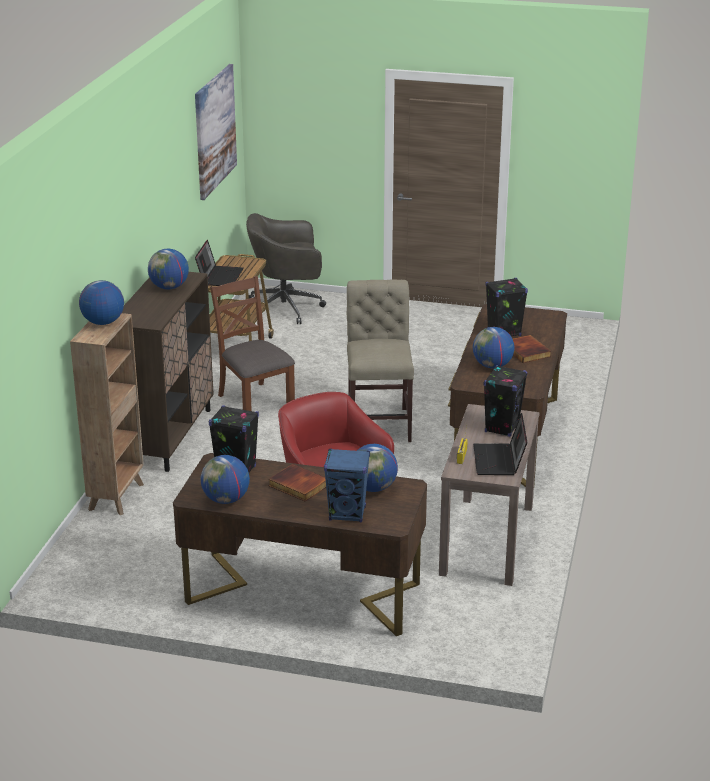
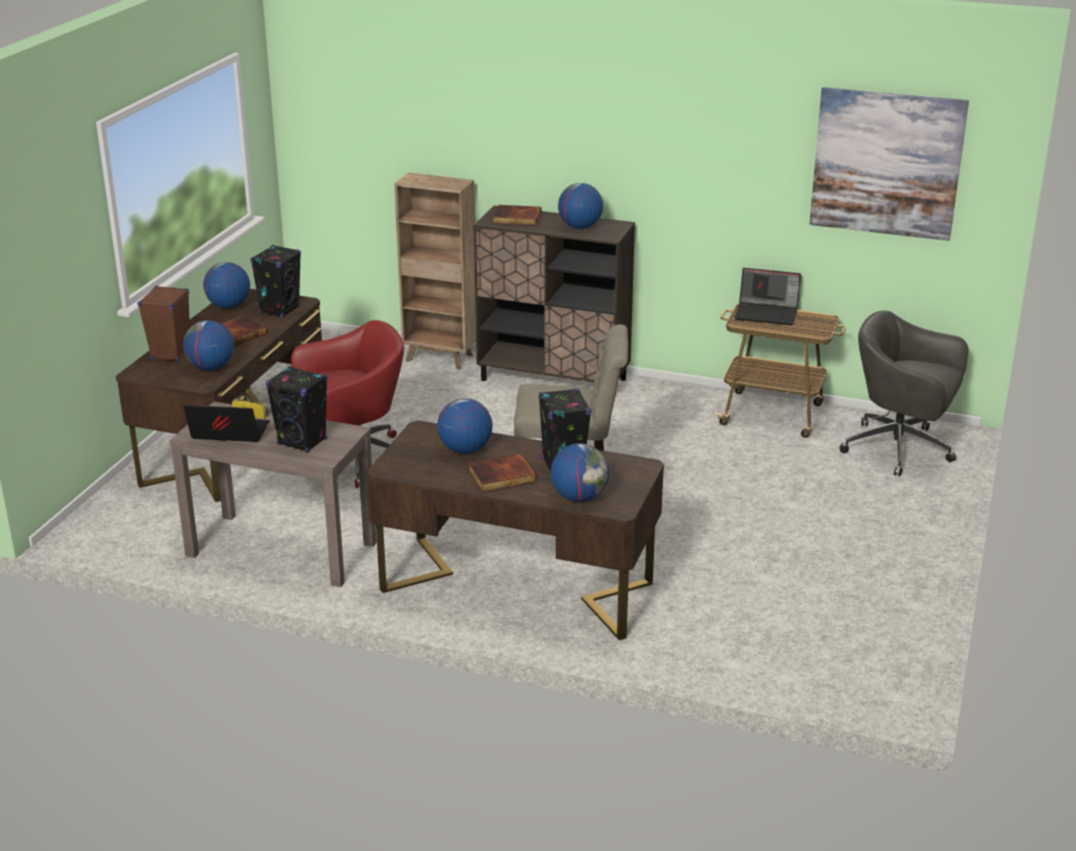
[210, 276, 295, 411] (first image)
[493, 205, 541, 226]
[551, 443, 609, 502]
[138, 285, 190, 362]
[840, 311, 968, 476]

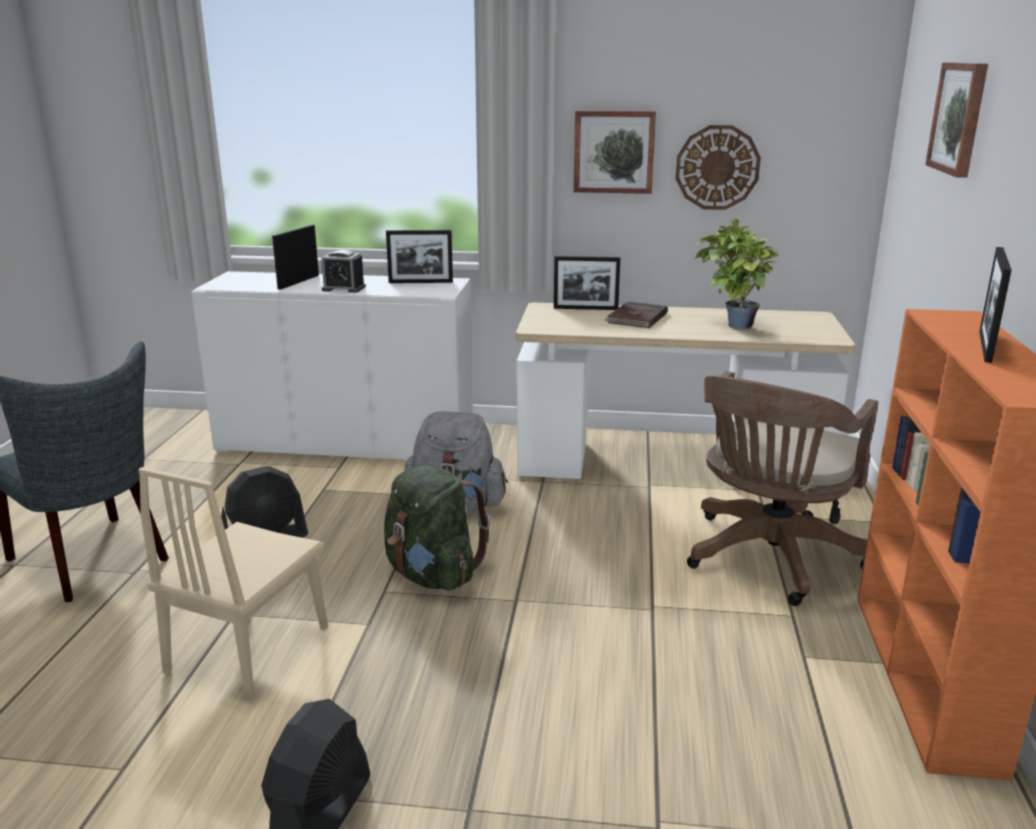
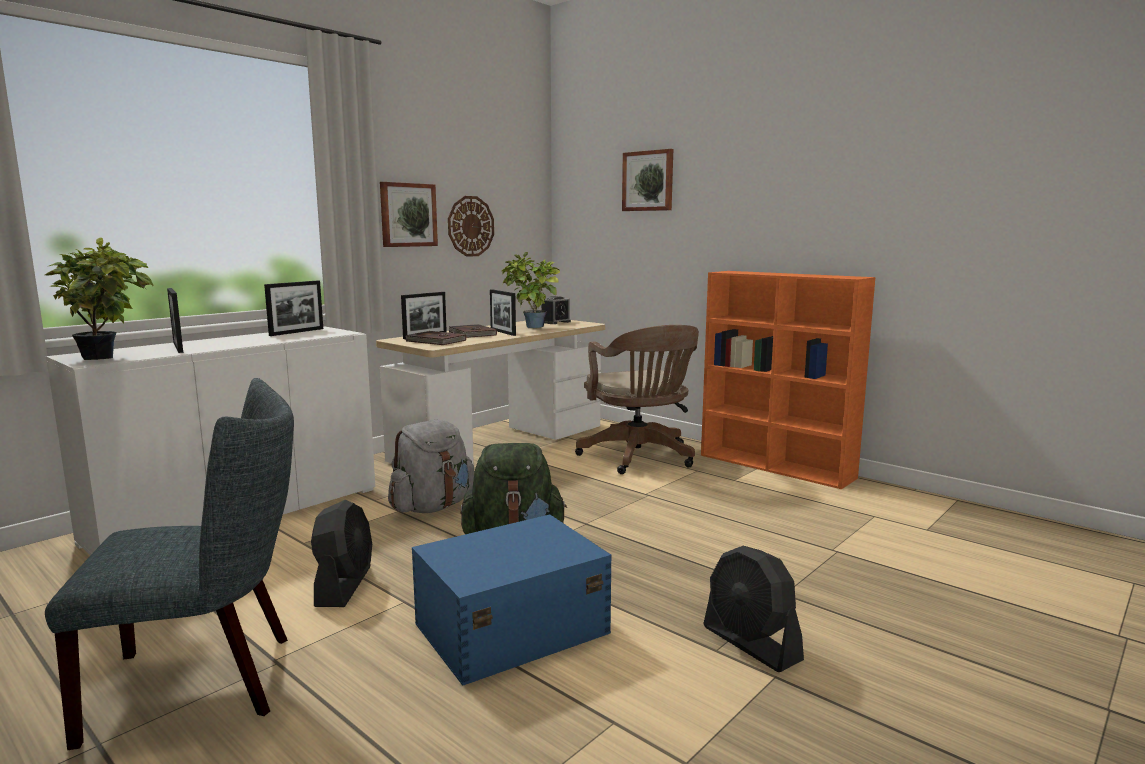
[45, 237, 153, 360]
[405, 331, 466, 345]
[541, 296, 571, 324]
[490, 289, 516, 336]
[412, 514, 612, 686]

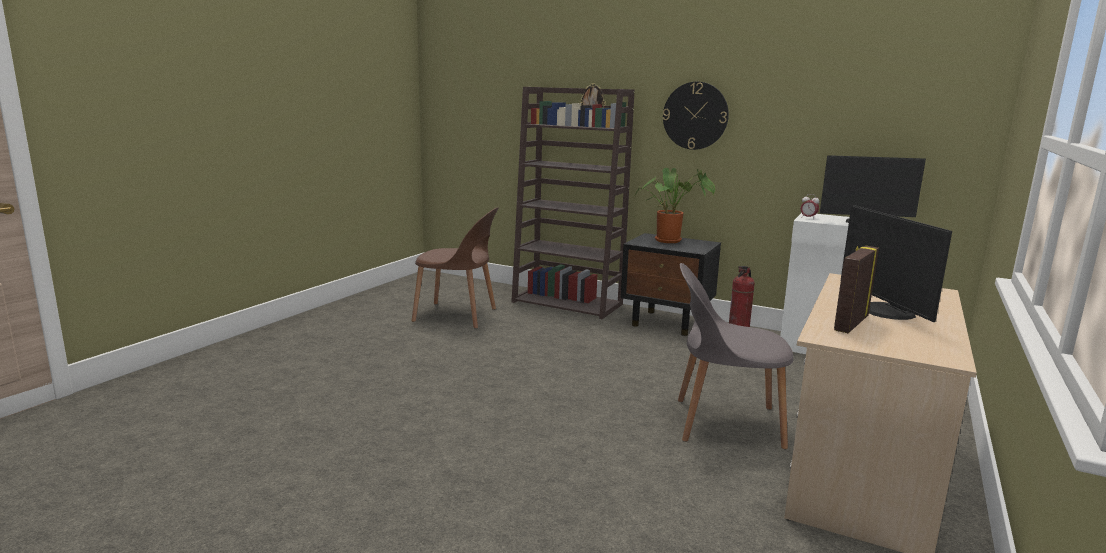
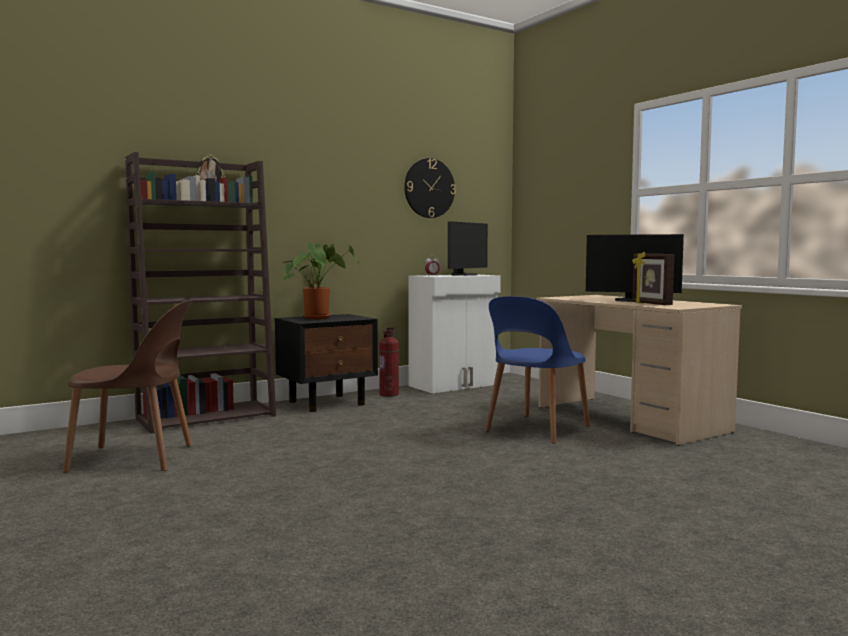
[404, 158, 456, 218]
[485, 296, 590, 444]
[63, 300, 192, 473]

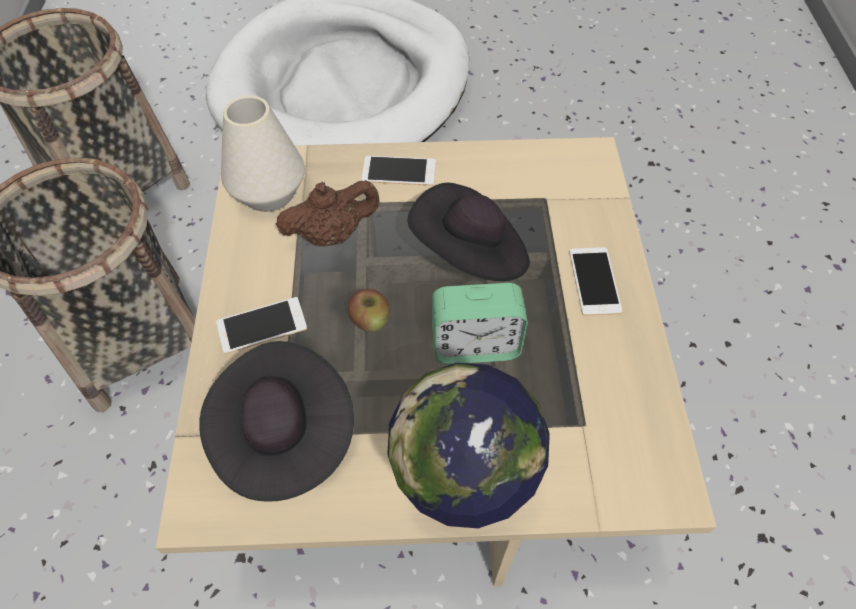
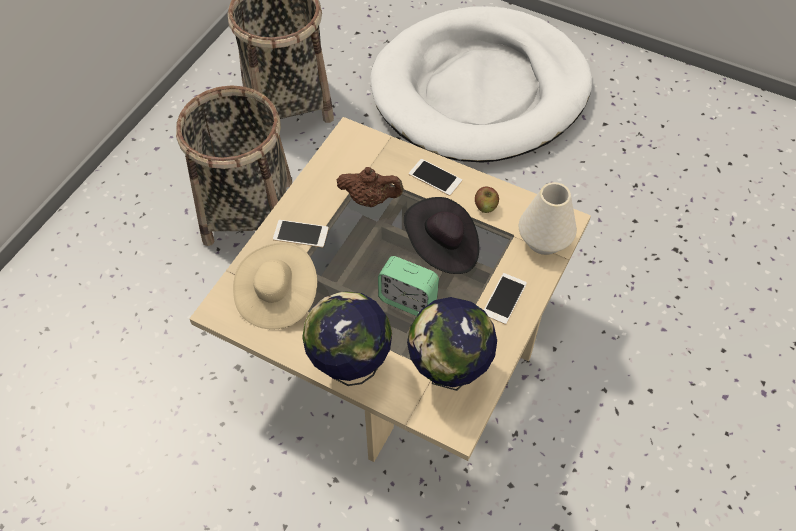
[407, 297, 497, 391]
[519, 182, 577, 255]
[475, 186, 499, 213]
[233, 242, 317, 330]

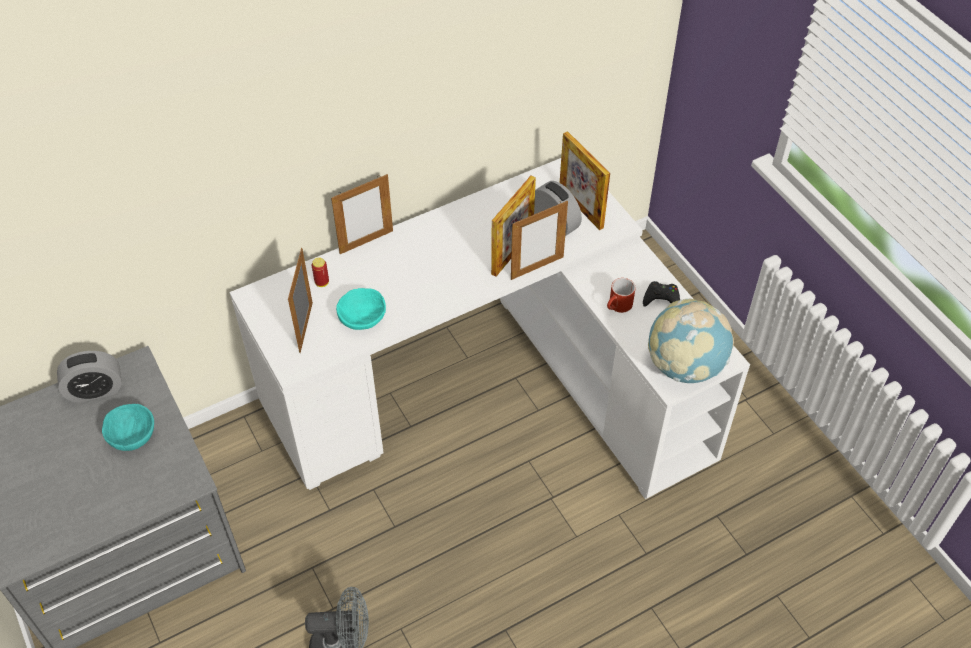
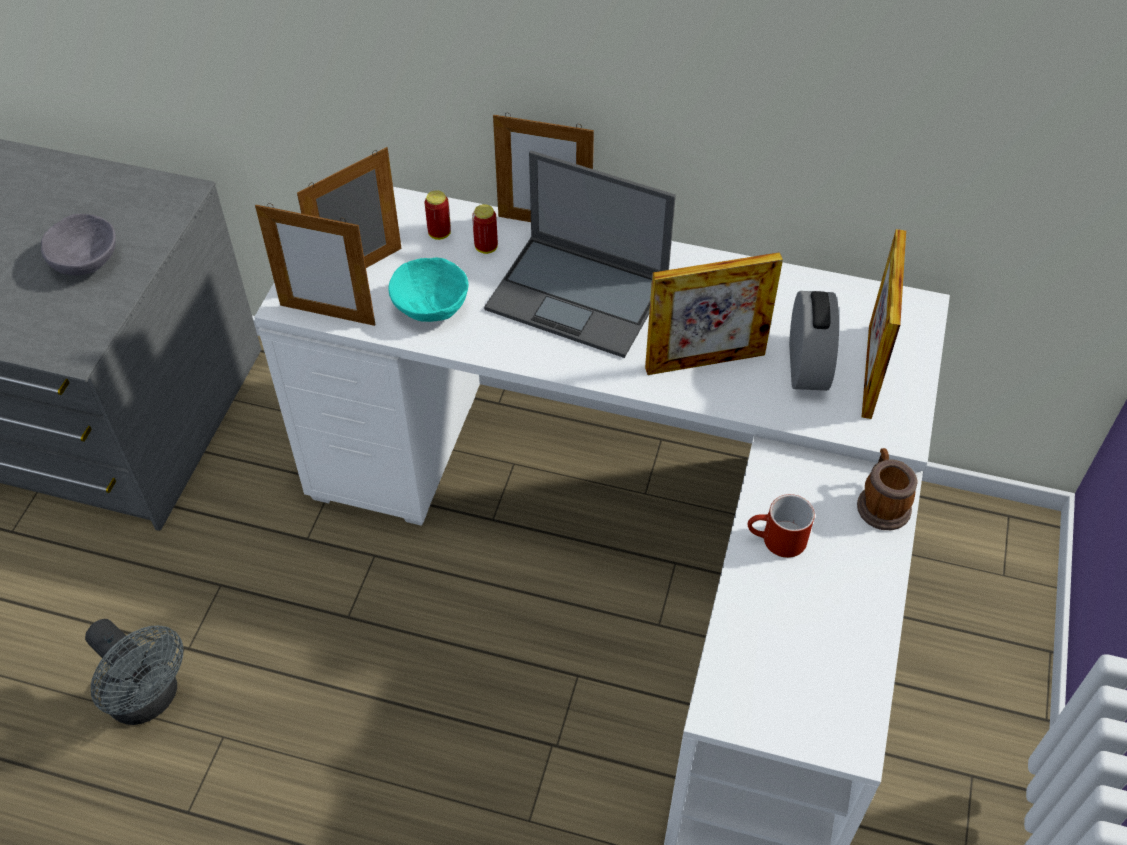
[57, 351, 122, 403] (first image)
[643, 281, 680, 307] (first image)
[648, 299, 734, 383] (first image)
[472, 204, 498, 254]
[484, 150, 676, 358]
[857, 448, 918, 530]
[255, 203, 376, 326]
[41, 214, 116, 275]

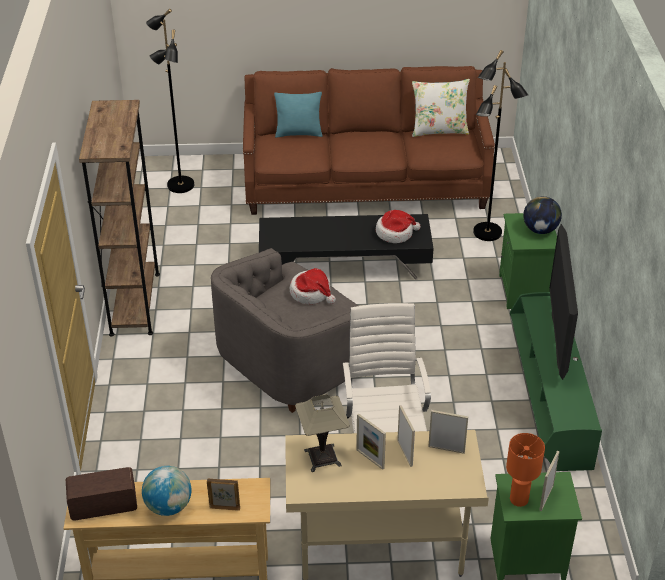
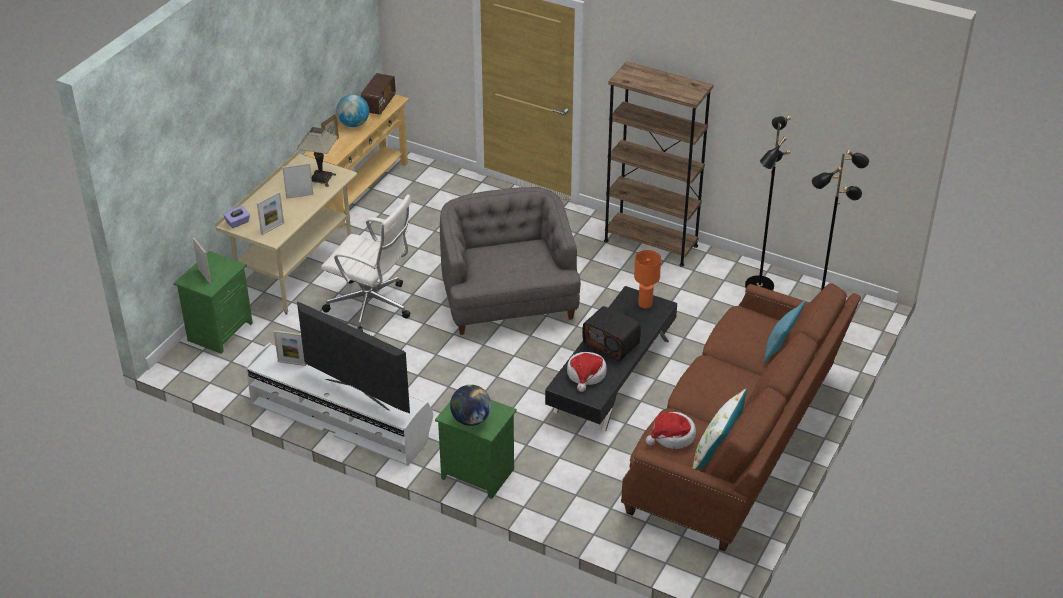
[224, 206, 250, 228]
[582, 306, 641, 361]
[646, 412, 696, 449]
[274, 330, 306, 366]
[745, 116, 791, 291]
[634, 250, 661, 309]
[246, 343, 433, 466]

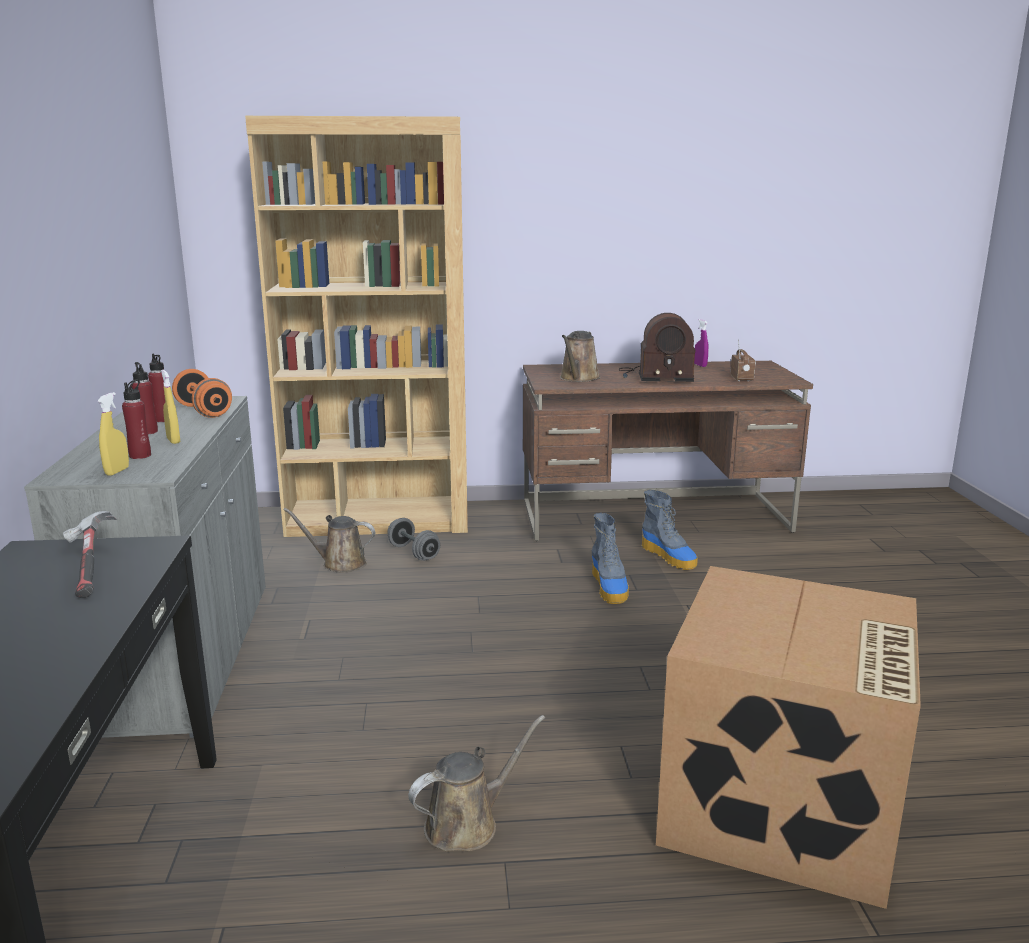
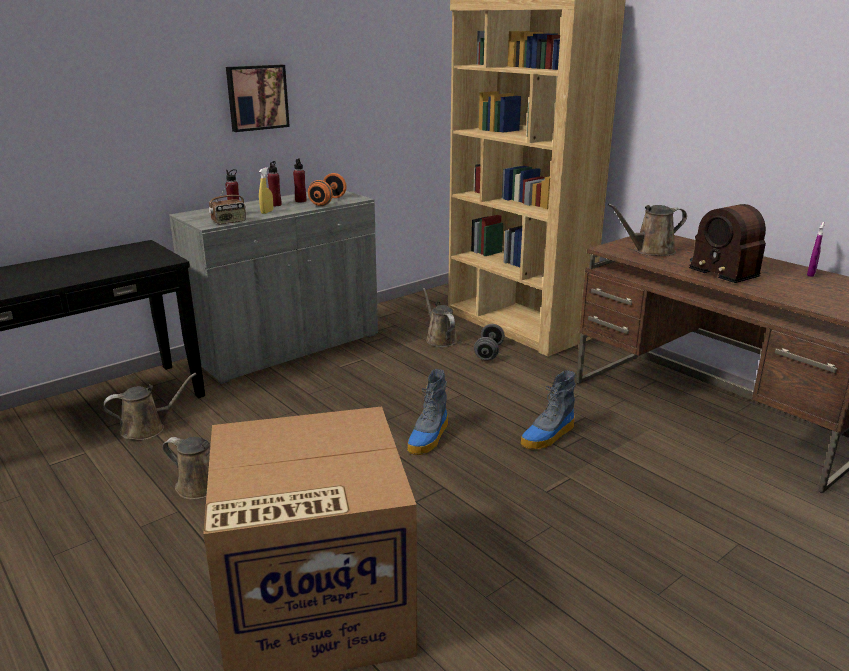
[63, 511, 118, 598] (first image)
[97, 392, 129, 476] (first image)
[104, 373, 197, 440]
[226, 65, 290, 132]
[407, 369, 448, 455]
[209, 183, 246, 225]

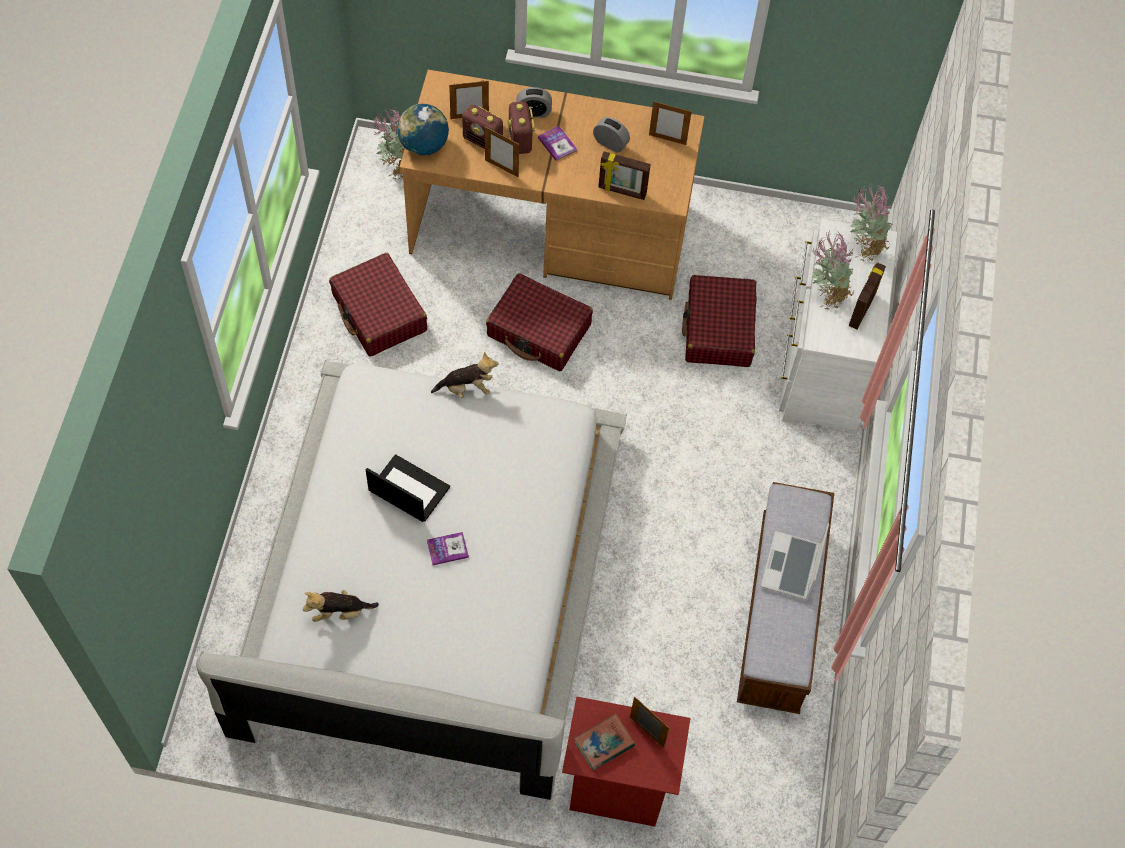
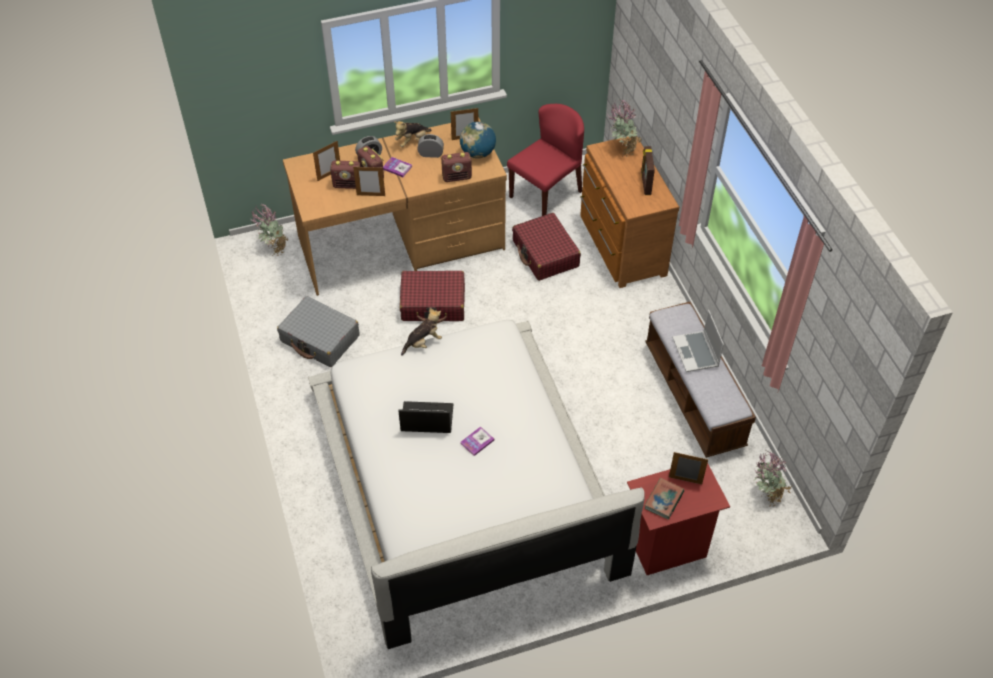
[507, 104, 584, 216]
[394, 121, 432, 147]
[460, 122, 496, 158]
[754, 450, 791, 507]
[441, 152, 472, 182]
[277, 296, 360, 367]
[580, 137, 679, 288]

